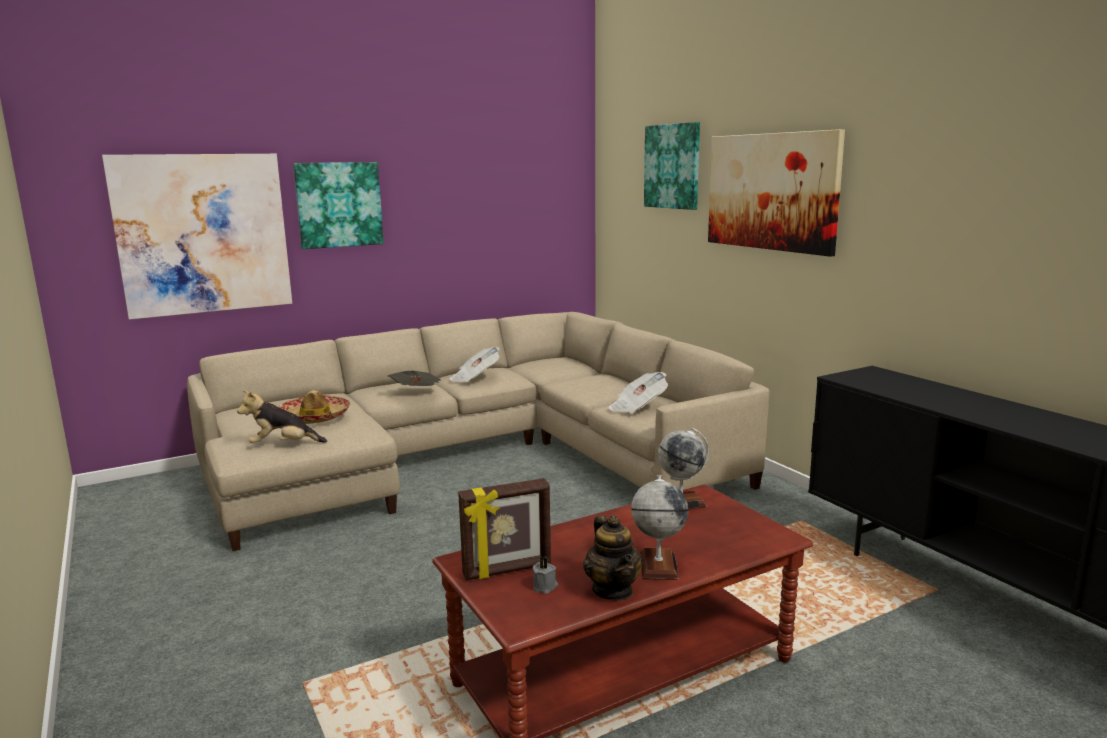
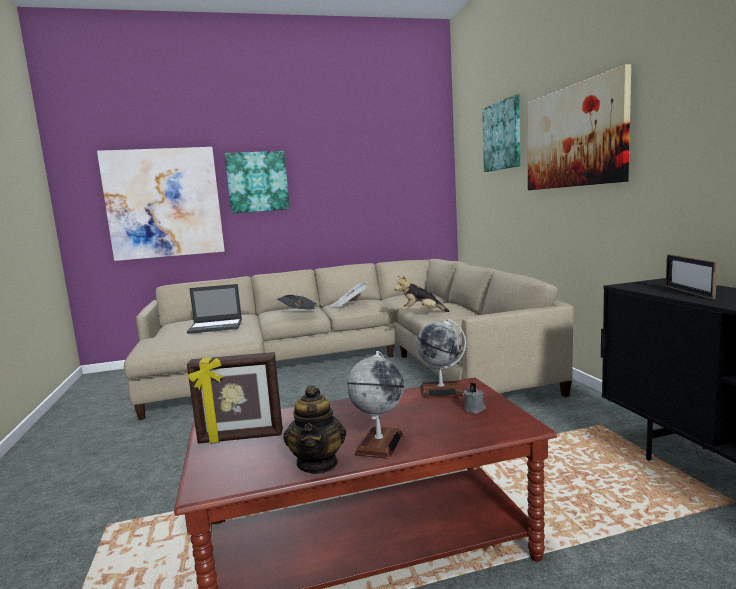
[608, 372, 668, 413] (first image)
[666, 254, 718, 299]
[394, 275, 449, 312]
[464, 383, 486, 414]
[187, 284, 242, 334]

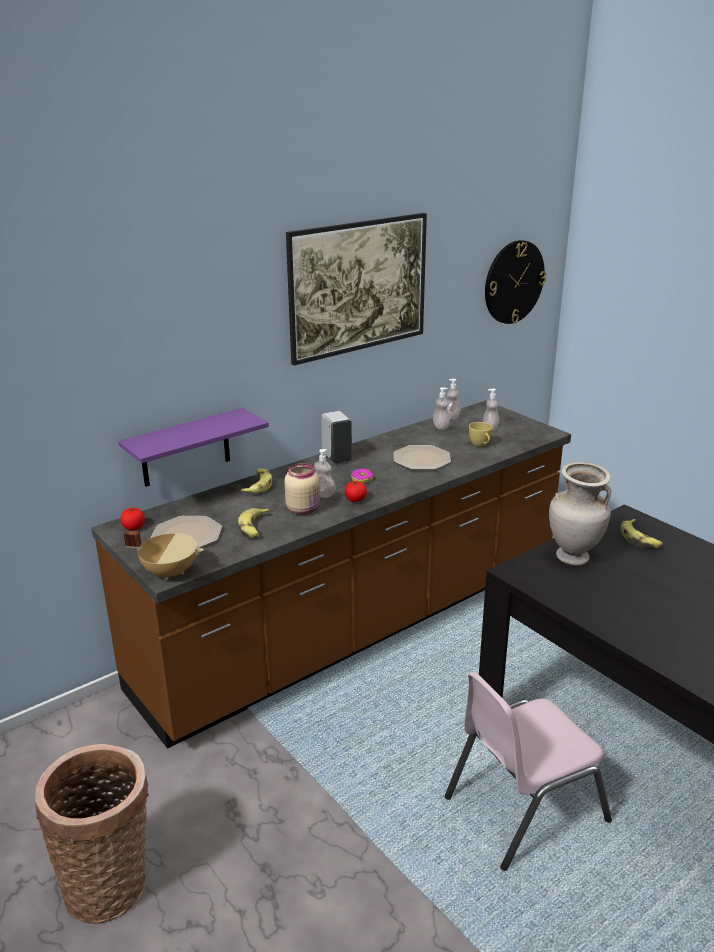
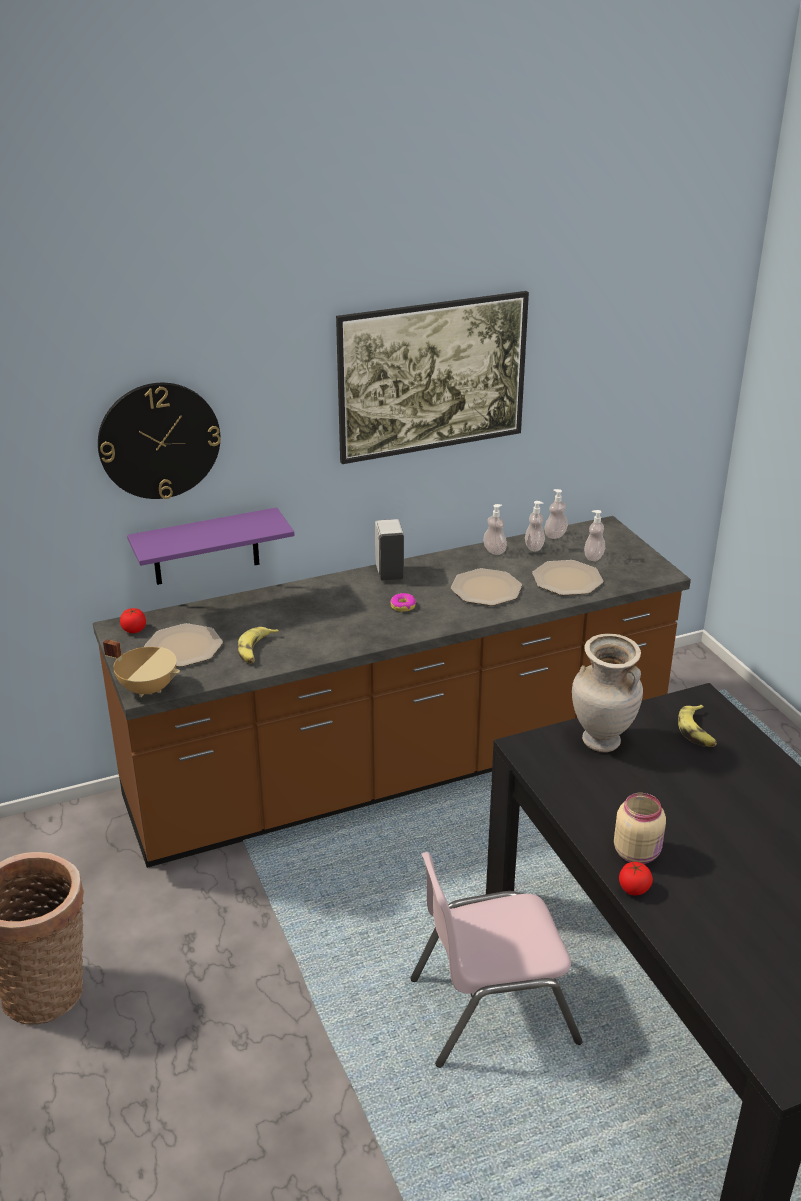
[241, 468, 272, 493] (first image)
[614, 793, 666, 864]
[483, 504, 507, 555]
[619, 862, 653, 895]
[98, 383, 221, 499]
[532, 560, 603, 595]

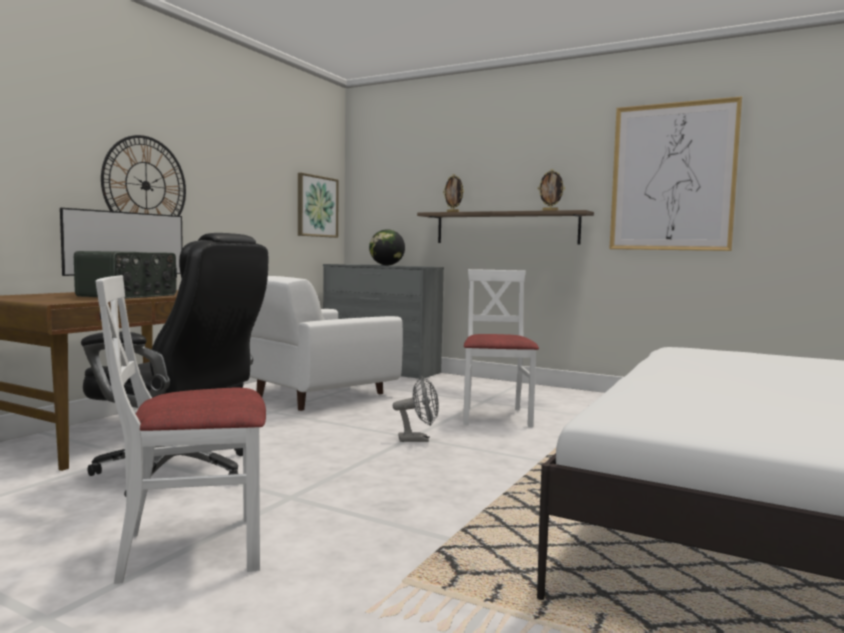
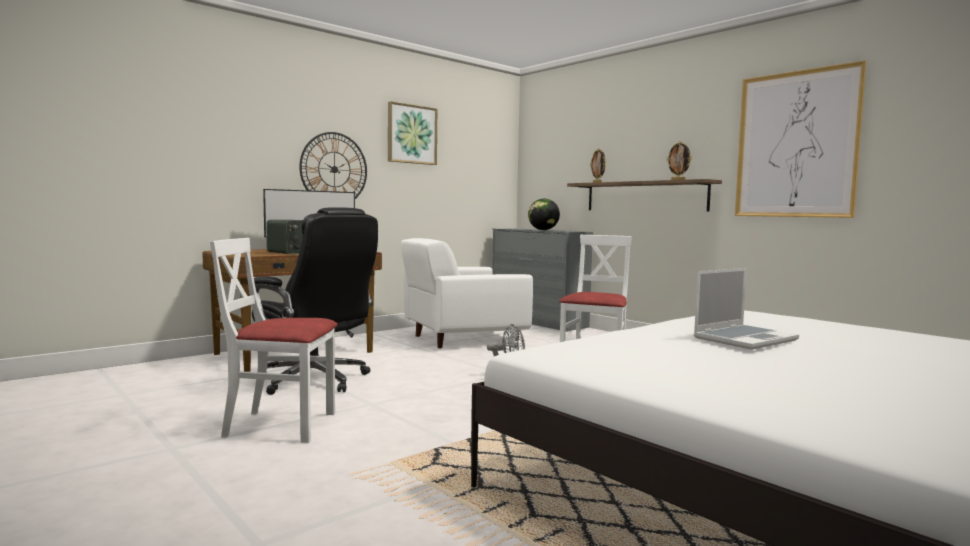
[694, 268, 799, 350]
[388, 101, 437, 165]

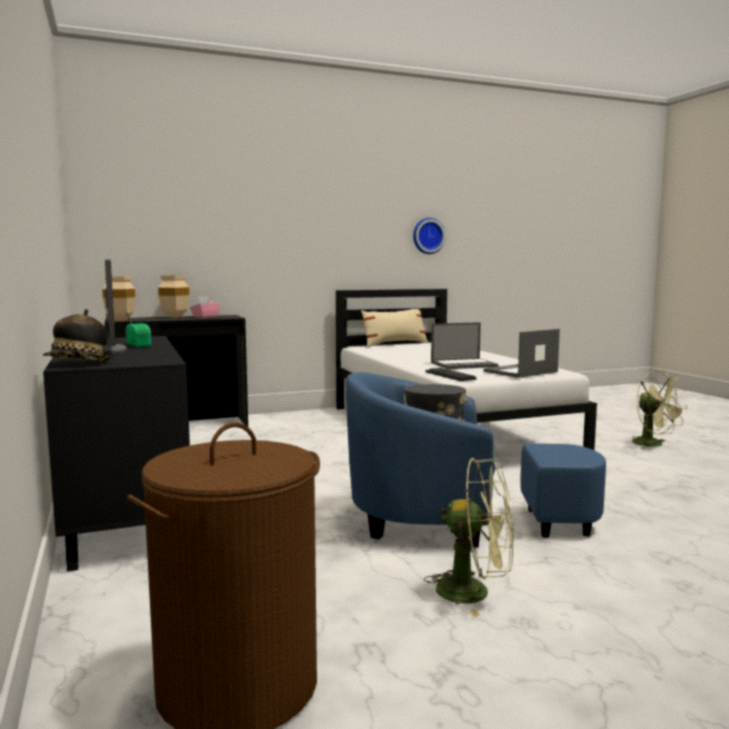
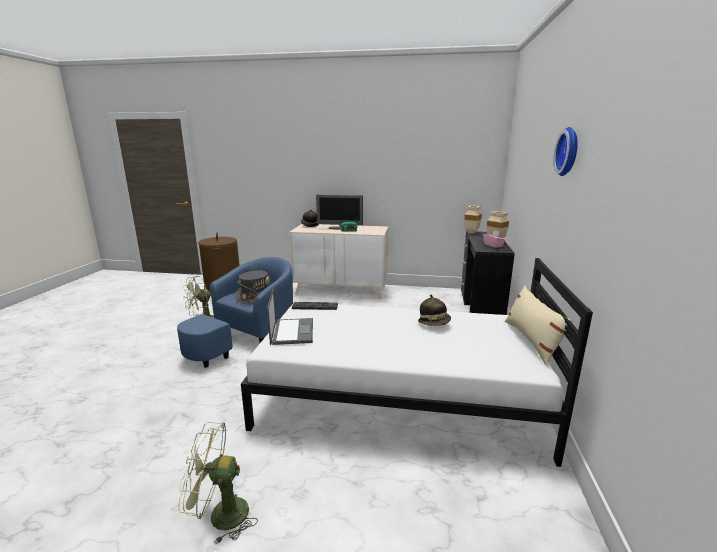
[431, 322, 498, 369] (first image)
[418, 294, 451, 326]
[554, 127, 578, 176]
[289, 224, 388, 299]

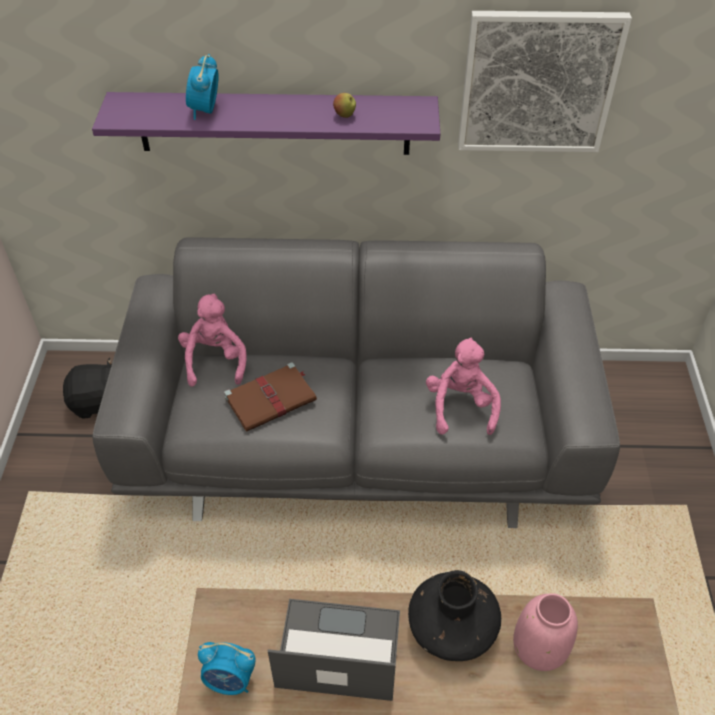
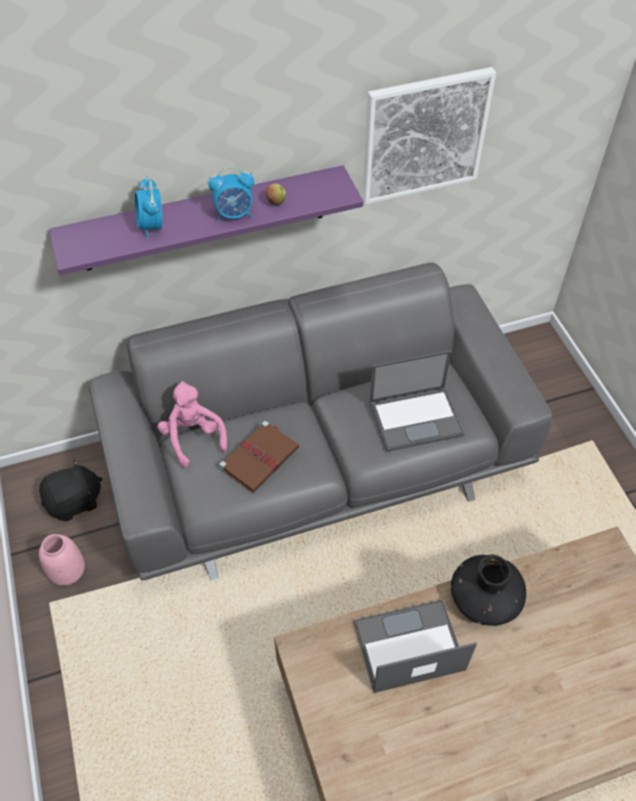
[208, 167, 254, 221]
[39, 534, 85, 586]
[370, 351, 465, 452]

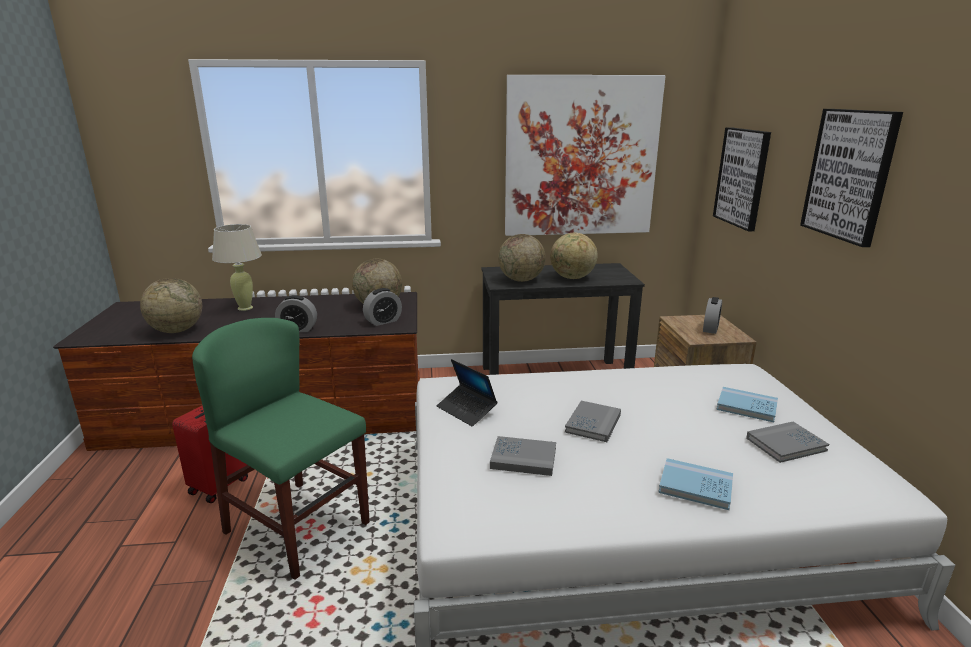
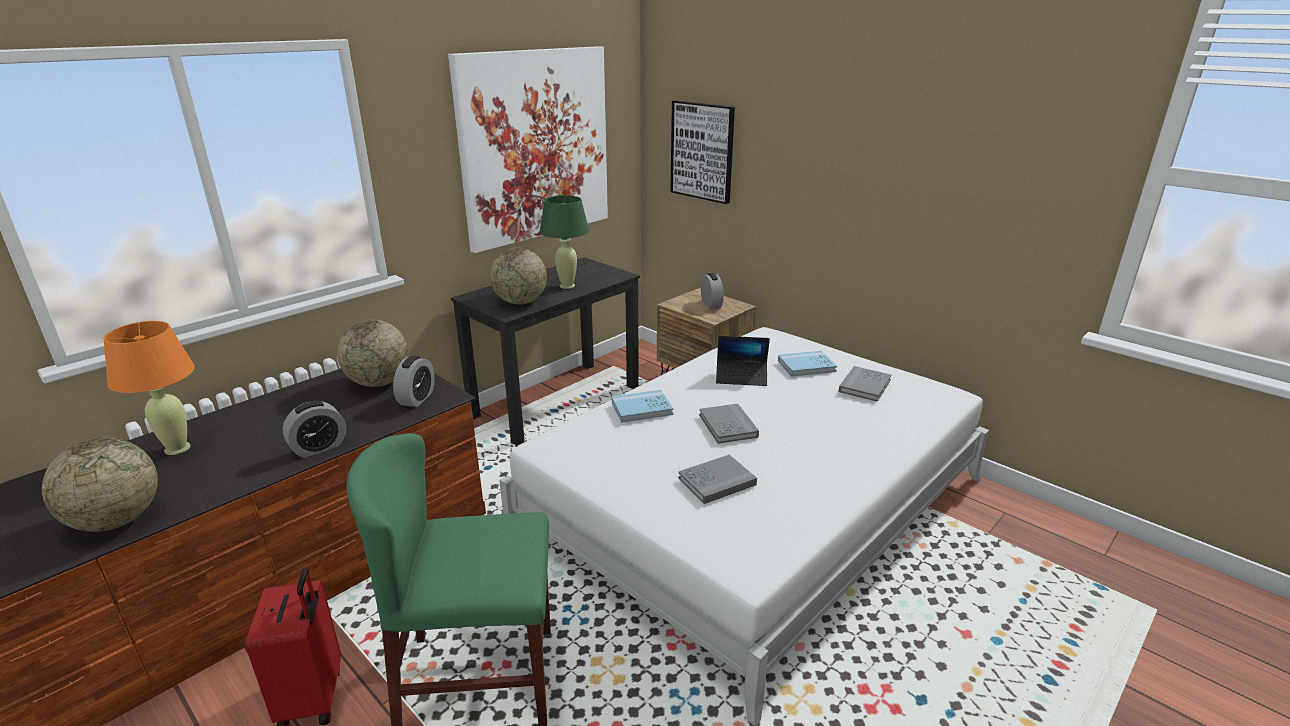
[800, 109, 903, 247] (first image)
[716, 336, 770, 386]
[612, 390, 674, 422]
[540, 195, 589, 289]
[103, 321, 195, 455]

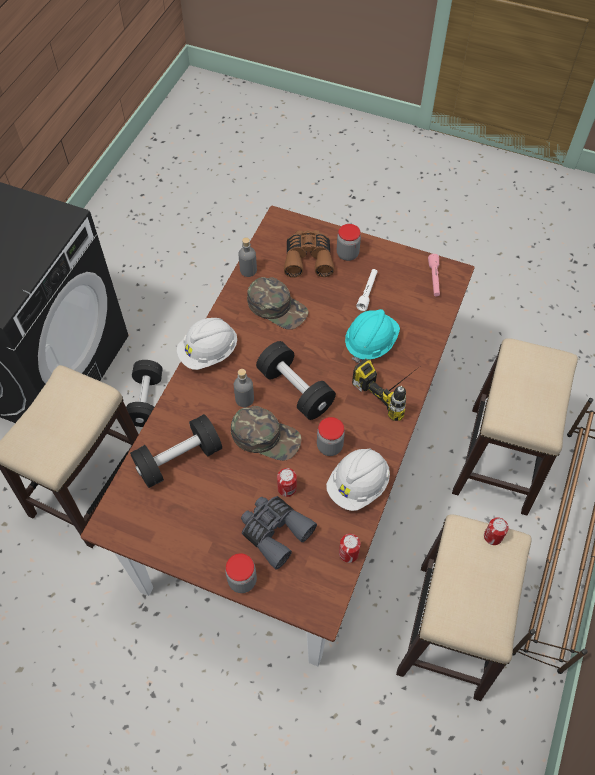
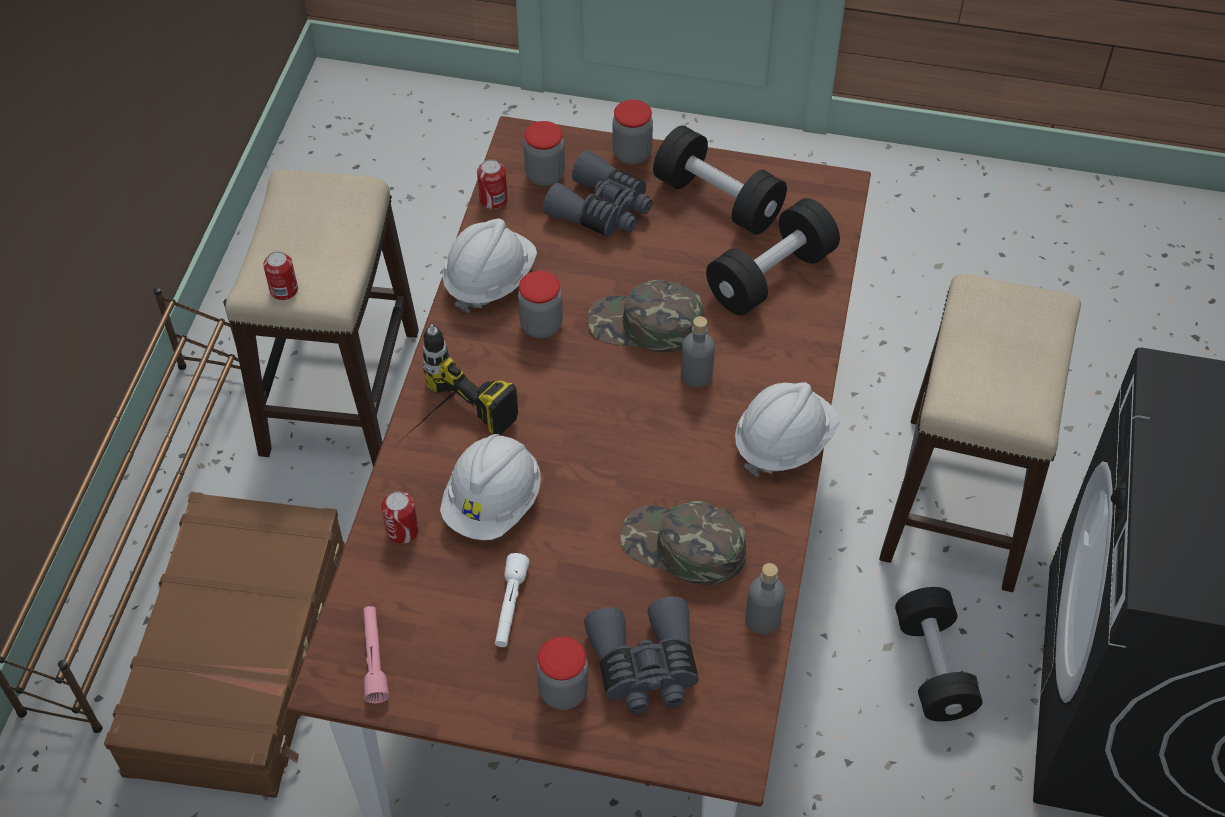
[523, 121, 565, 186]
[653, 125, 787, 235]
[381, 491, 419, 544]
[104, 492, 345, 798]
[584, 596, 699, 714]
[440, 434, 541, 540]

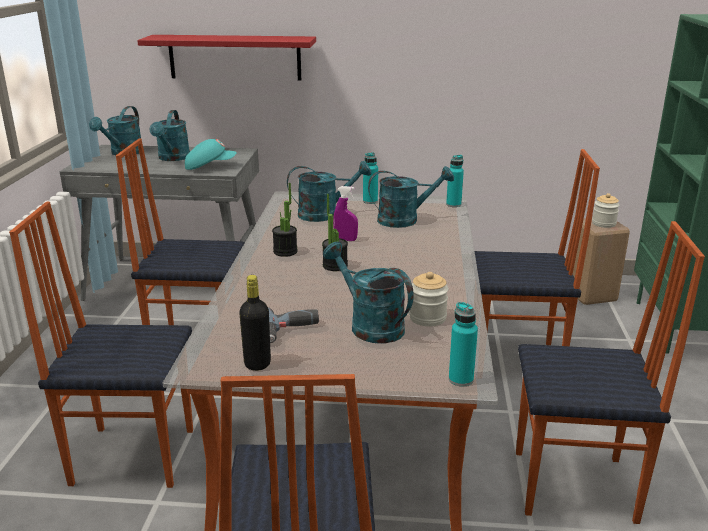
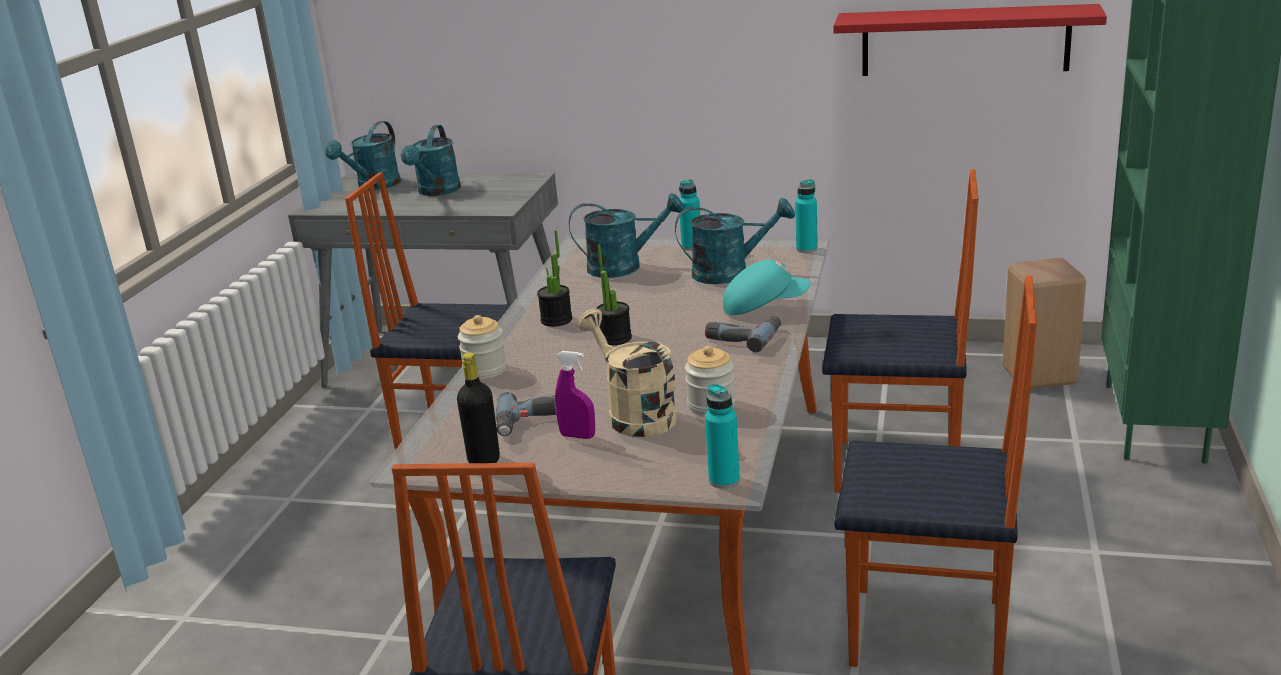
[9, 202, 193, 488] (first image)
[705, 316, 781, 352]
[833, 4, 1107, 76]
[723, 260, 810, 315]
[555, 351, 595, 439]
[458, 315, 507, 379]
[577, 309, 677, 437]

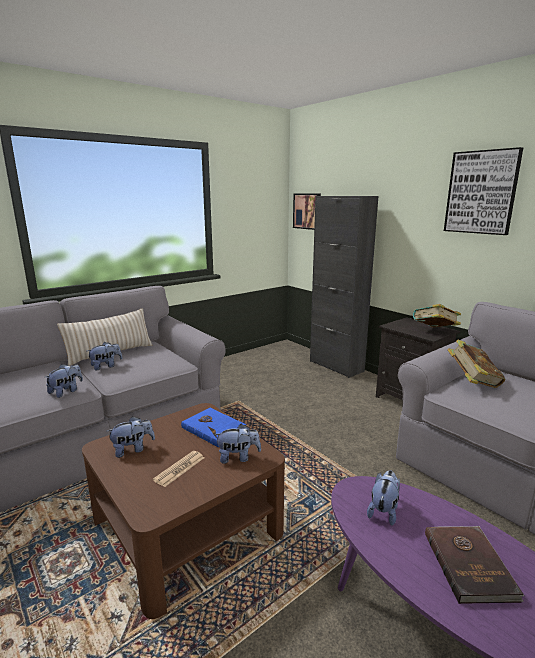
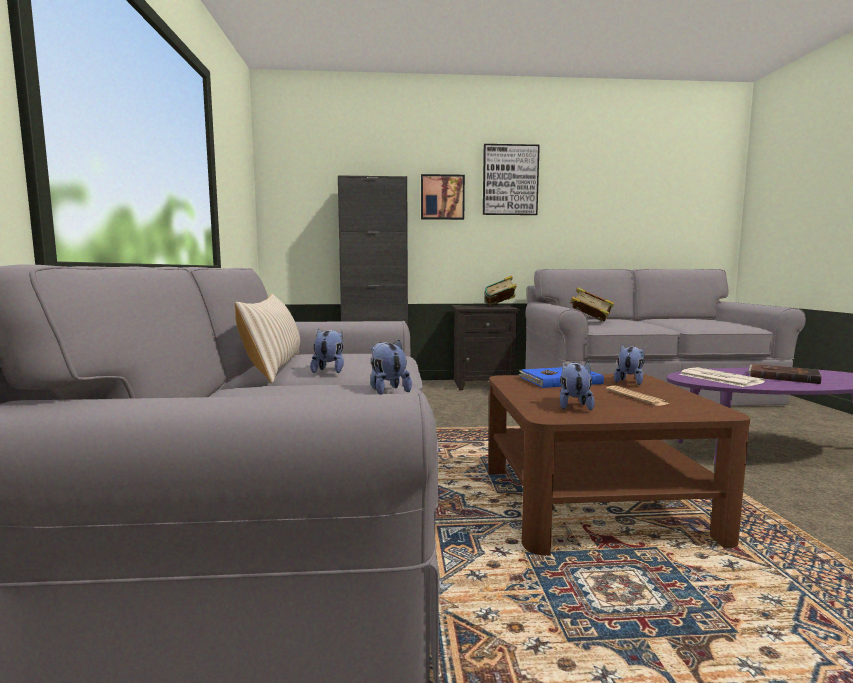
[421, 174, 465, 220]
[679, 367, 765, 387]

